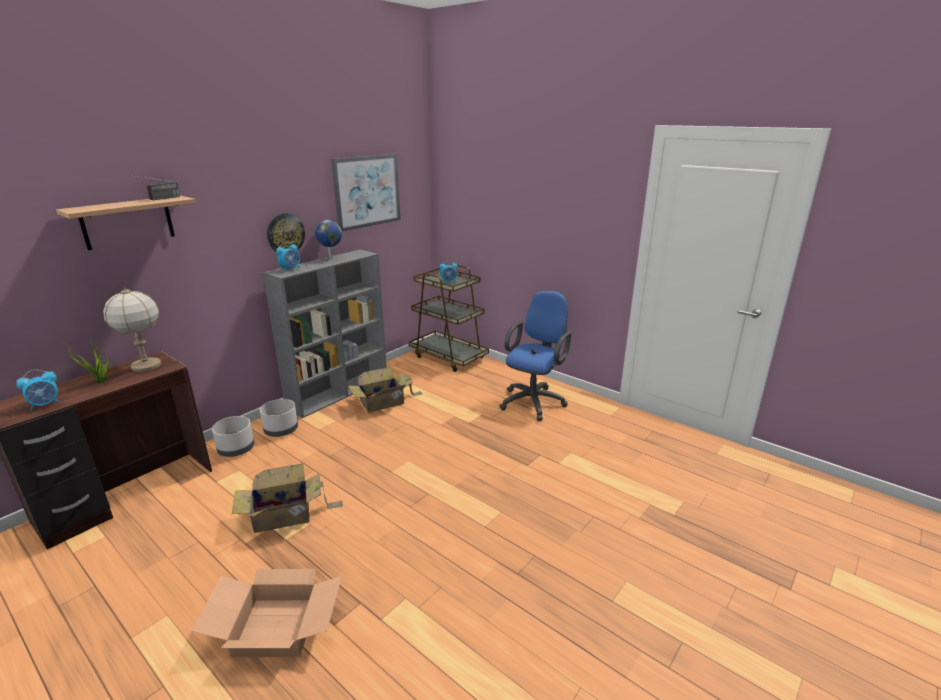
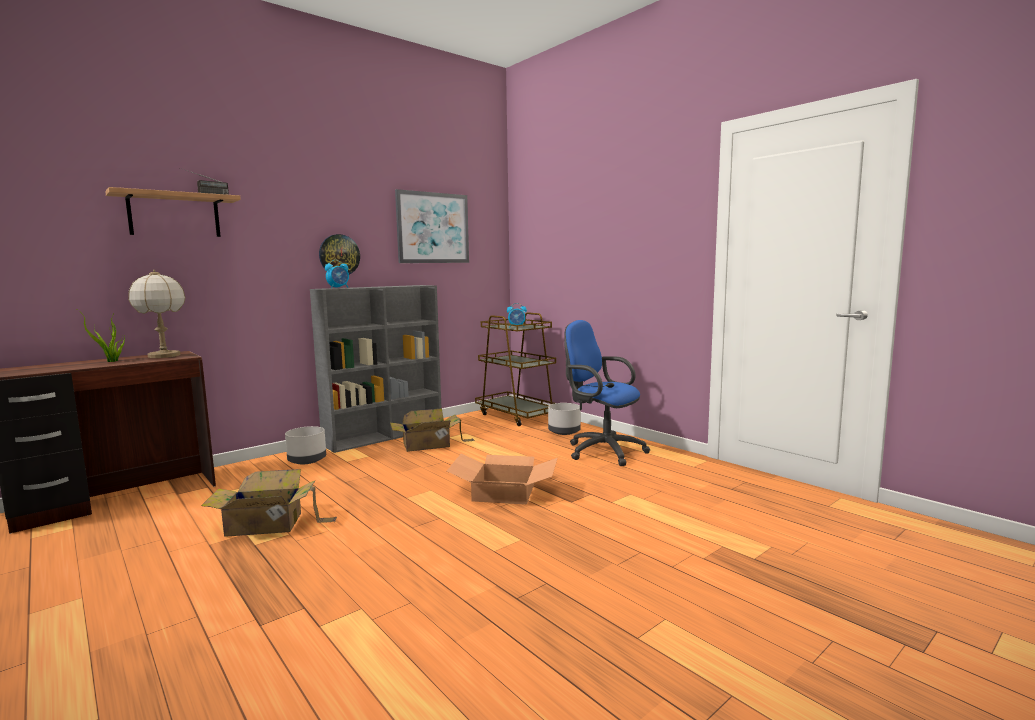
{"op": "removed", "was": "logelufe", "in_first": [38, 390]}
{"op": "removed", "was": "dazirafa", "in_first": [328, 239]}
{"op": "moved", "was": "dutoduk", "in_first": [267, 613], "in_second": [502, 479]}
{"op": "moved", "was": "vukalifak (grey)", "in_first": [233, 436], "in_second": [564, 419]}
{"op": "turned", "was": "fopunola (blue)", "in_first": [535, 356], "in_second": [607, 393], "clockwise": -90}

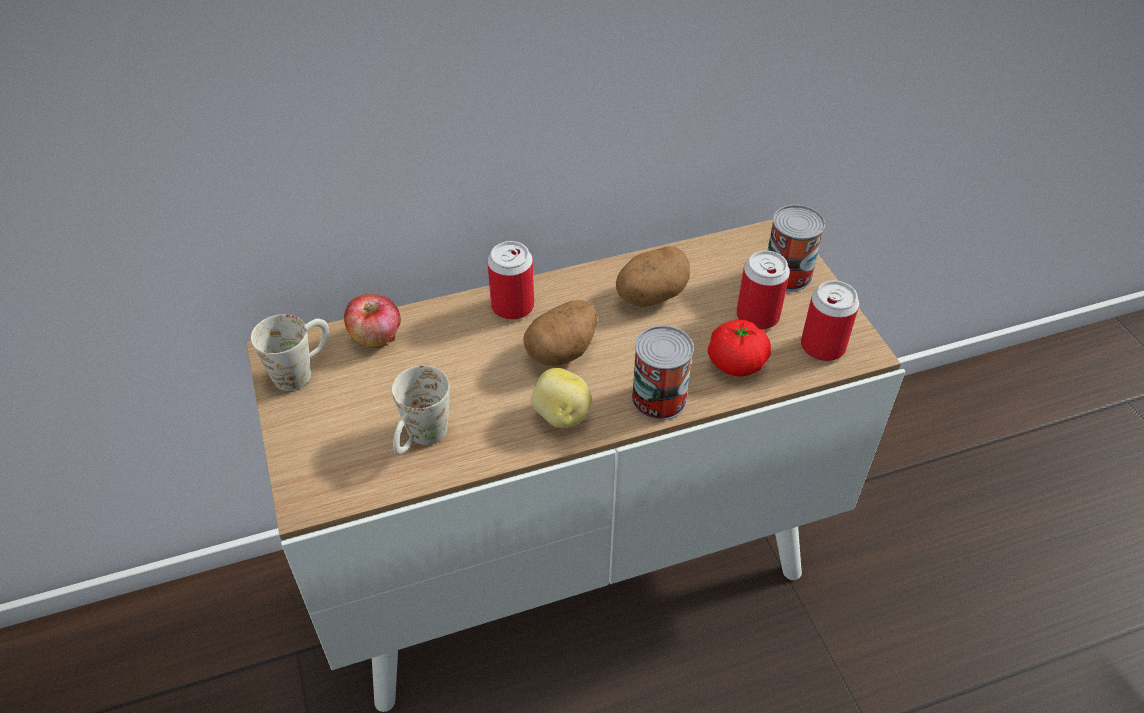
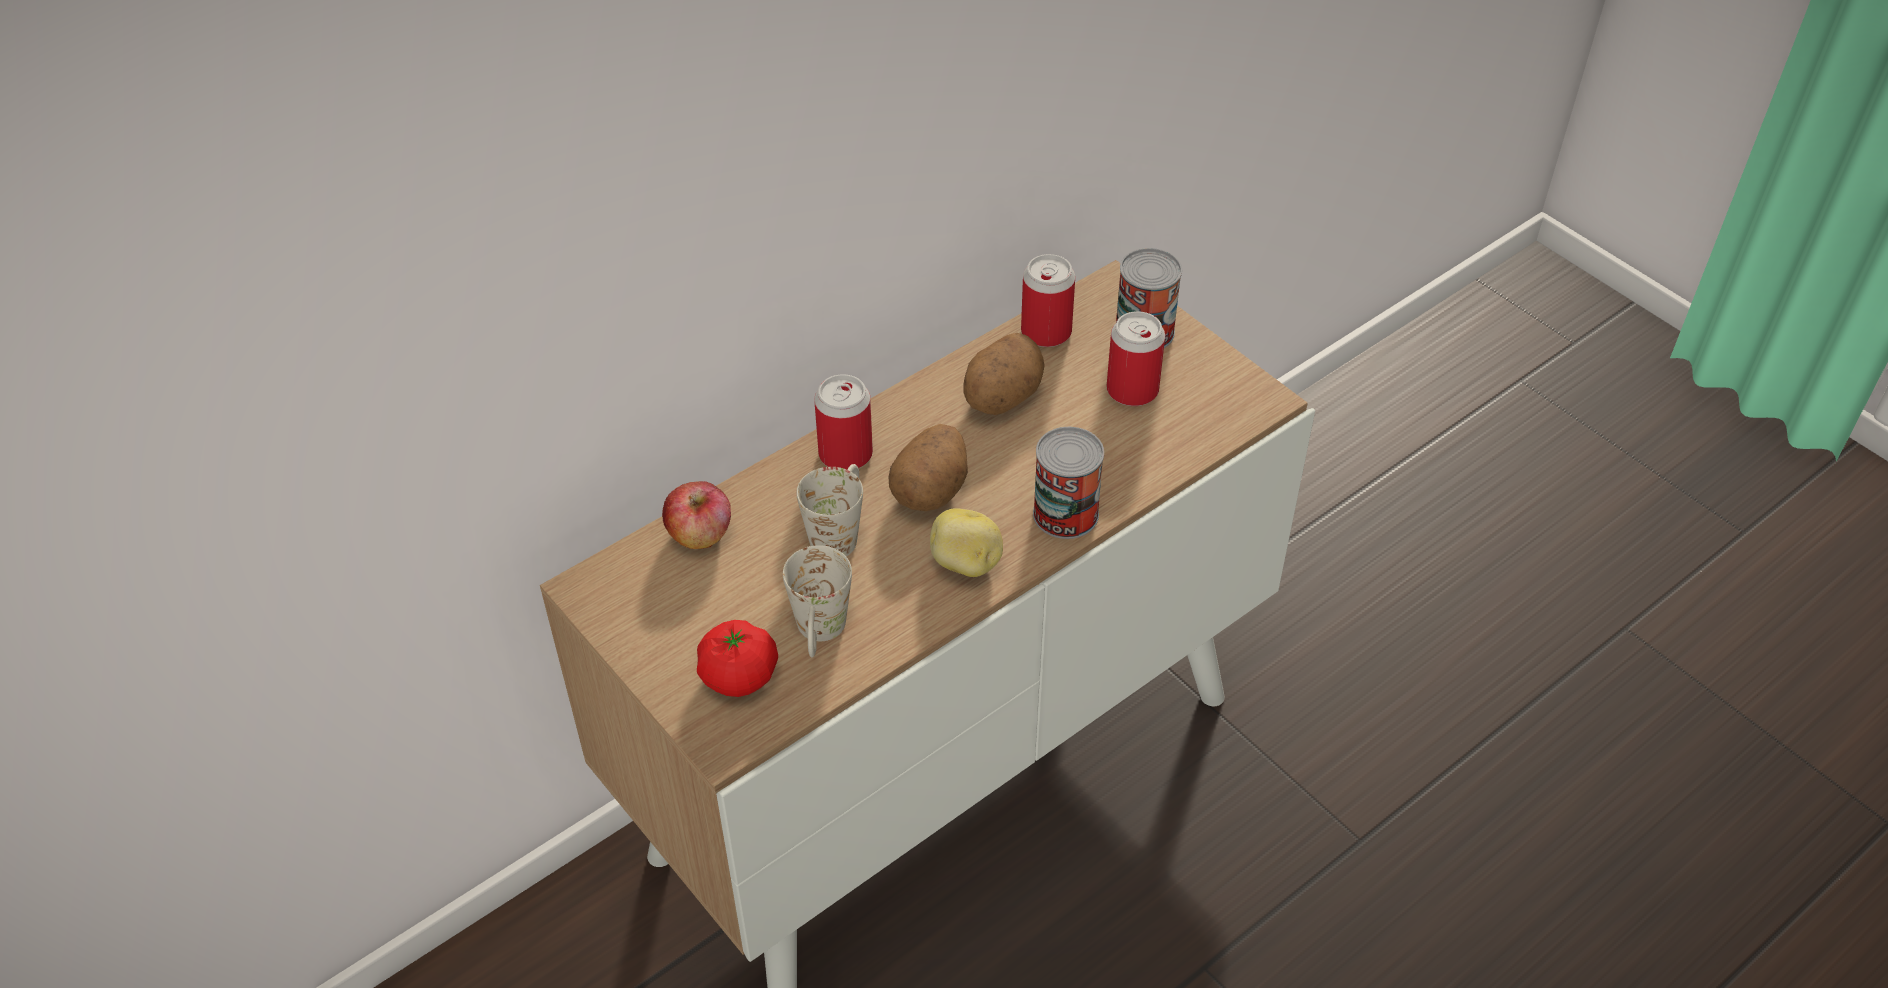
{"op": "moved", "was": "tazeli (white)", "in_first": [290, 352], "in_second": [829, 510]}
{"op": "moved", "was": "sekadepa", "in_first": [739, 348], "in_second": [737, 658]}
{"op": "moved", "was": "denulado", "in_first": [830, 320], "in_second": [1048, 300]}

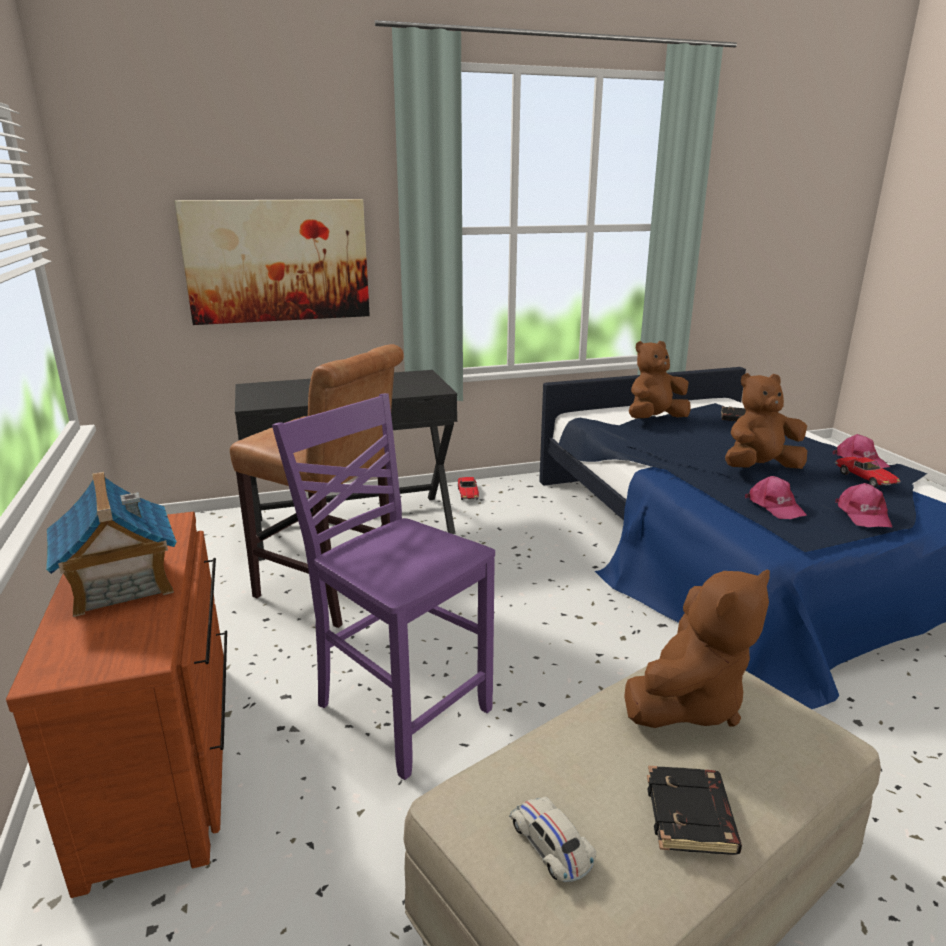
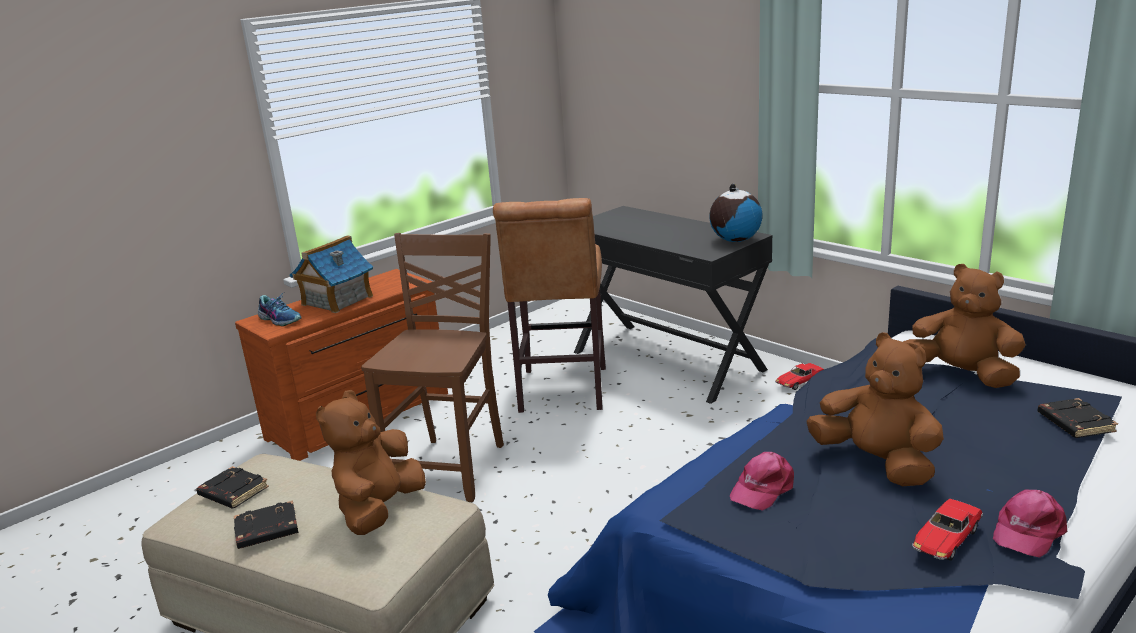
{"op": "removed", "was": "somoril", "in_first": [272, 262]}
{"op": "removed", "was": "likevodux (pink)", "in_first": [863, 505]}
{"op": "added", "now": "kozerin", "in_second": [279, 309]}
{"op": "added", "now": "dazirafa", "in_second": [736, 213]}
{"op": "replaced", "was": "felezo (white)", "now": "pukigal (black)", "in_first": [552, 839], "in_second": [232, 487]}
{"op": "recoloured", "was": "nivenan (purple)", "now": "nivenan (brown)", "in_first": [383, 586], "in_second": [432, 367]}
{"op": "turned", "was": "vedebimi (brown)", "in_first": [697, 648], "in_second": [371, 462], "clockwise": 90}

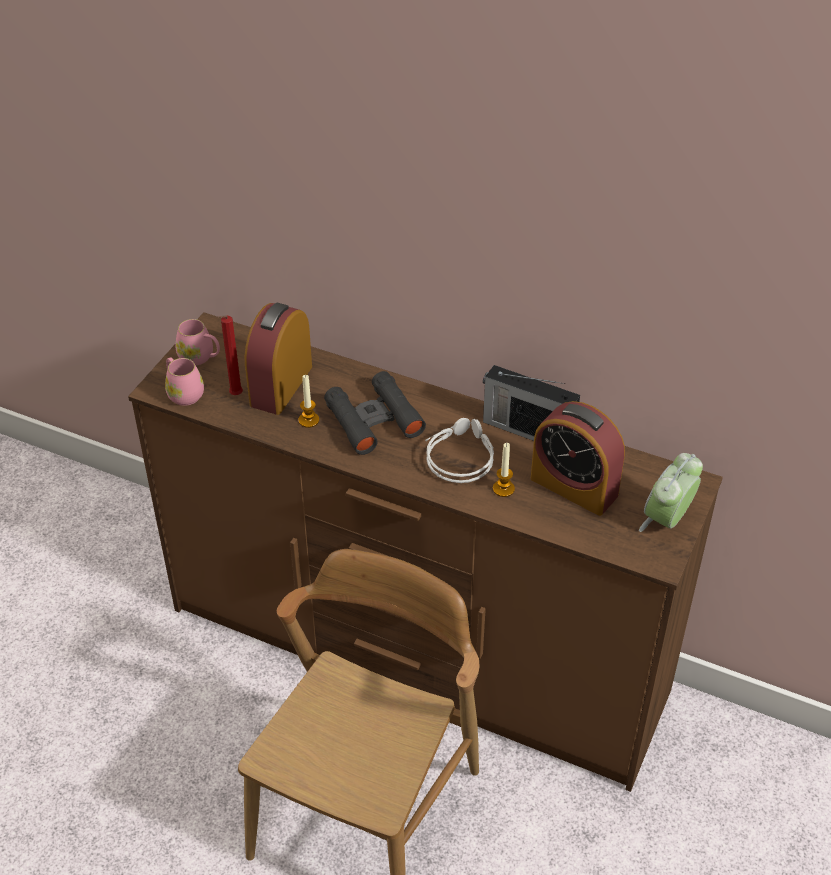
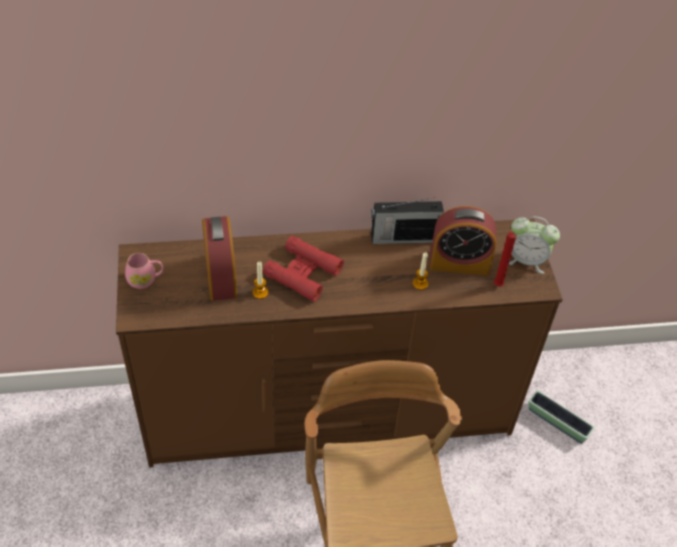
{"op": "removed", "was": "tazeli (pink)", "in_first": [184, 381]}
{"op": "removed", "was": "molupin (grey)", "in_first": [459, 450]}
{"op": "added", "now": "vukalifak", "in_second": [561, 417]}
{"op": "moved", "was": "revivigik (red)", "in_first": [231, 355], "in_second": [505, 259]}
{"op": "recoloured", "was": "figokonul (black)", "now": "figokonul (red)", "in_first": [375, 413], "in_second": [303, 269]}
{"op": "turned", "was": "logelufe", "in_first": [671, 492], "in_second": [534, 245], "clockwise": -75}

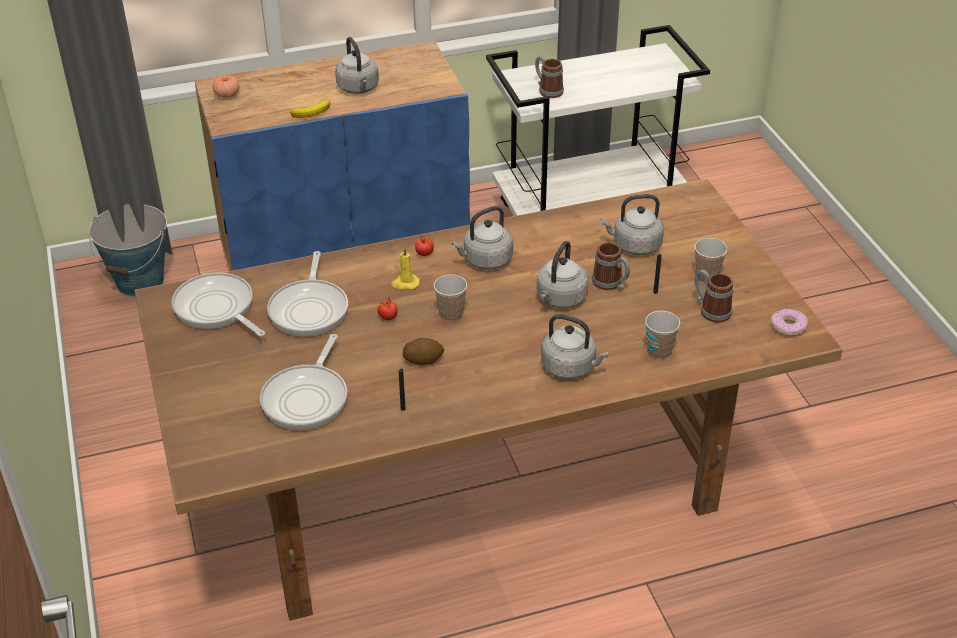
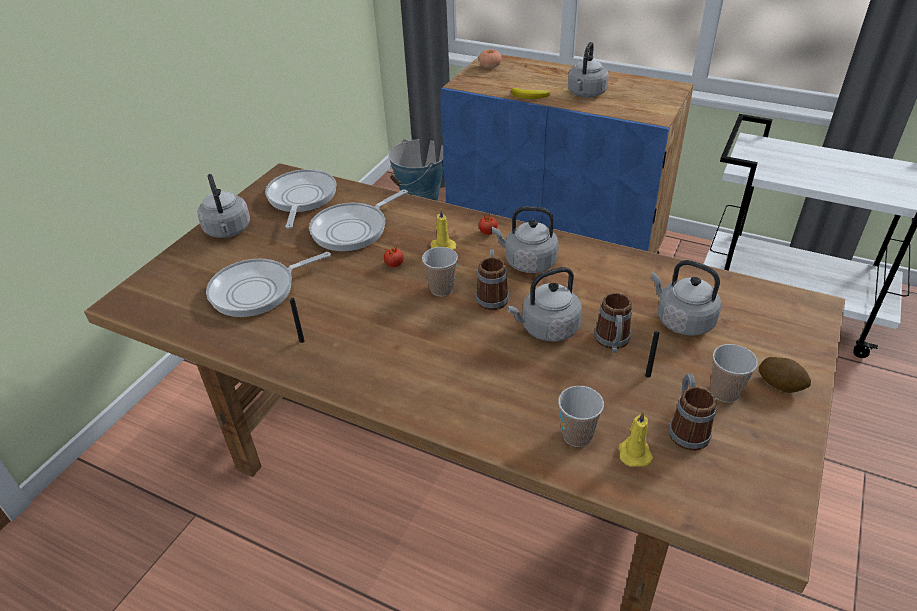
{"op": "removed", "was": "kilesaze", "in_first": [789, 322]}
{"op": "added", "now": "revivigik (yellow)", "in_second": [636, 439]}
{"op": "moved", "was": "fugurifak", "in_first": [423, 351], "in_second": [785, 375]}
{"op": "moved", "was": "tazeli", "in_first": [549, 77], "in_second": [492, 279]}
{"op": "moved", "was": "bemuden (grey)", "in_first": [575, 346], "in_second": [224, 206]}

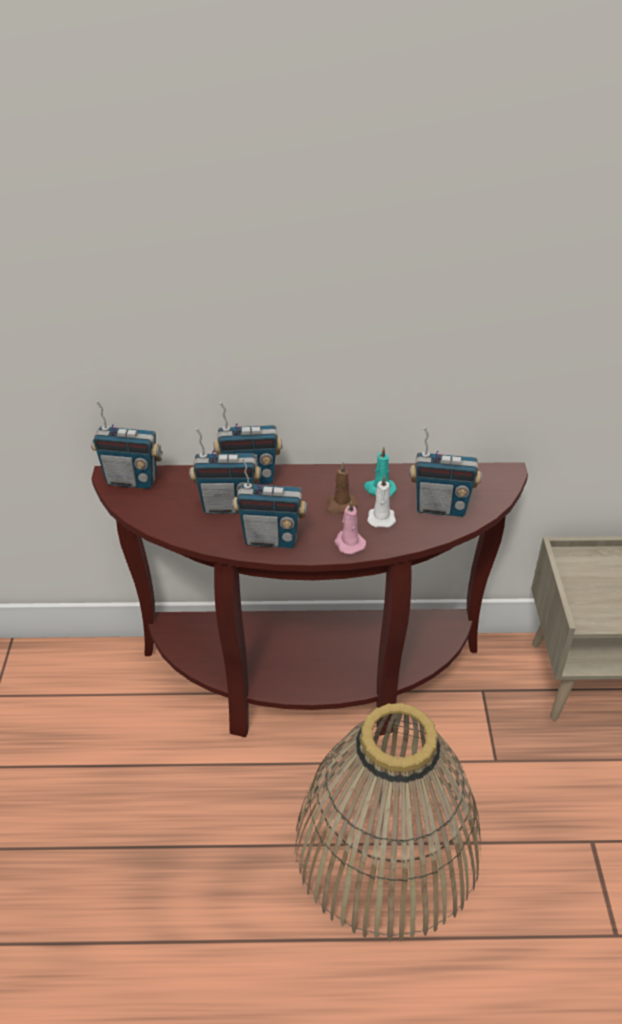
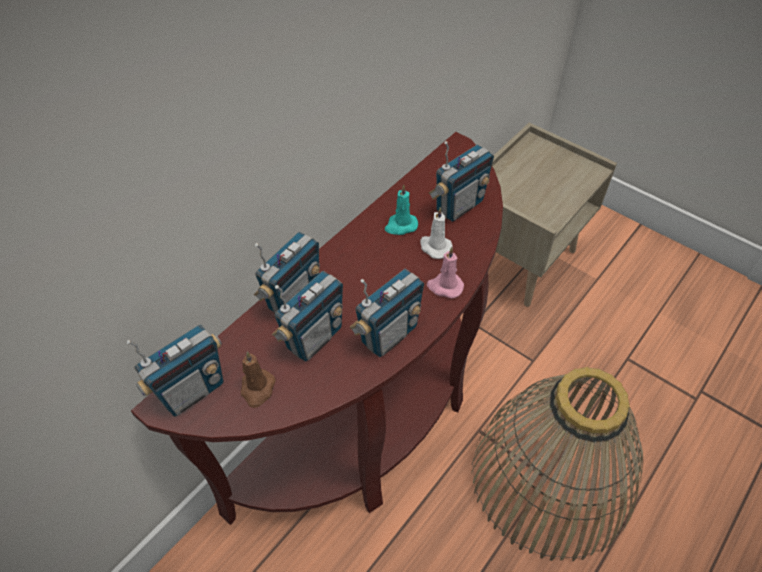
{"op": "moved", "was": "revivigik (brown)", "in_first": [341, 488], "in_second": [258, 380]}

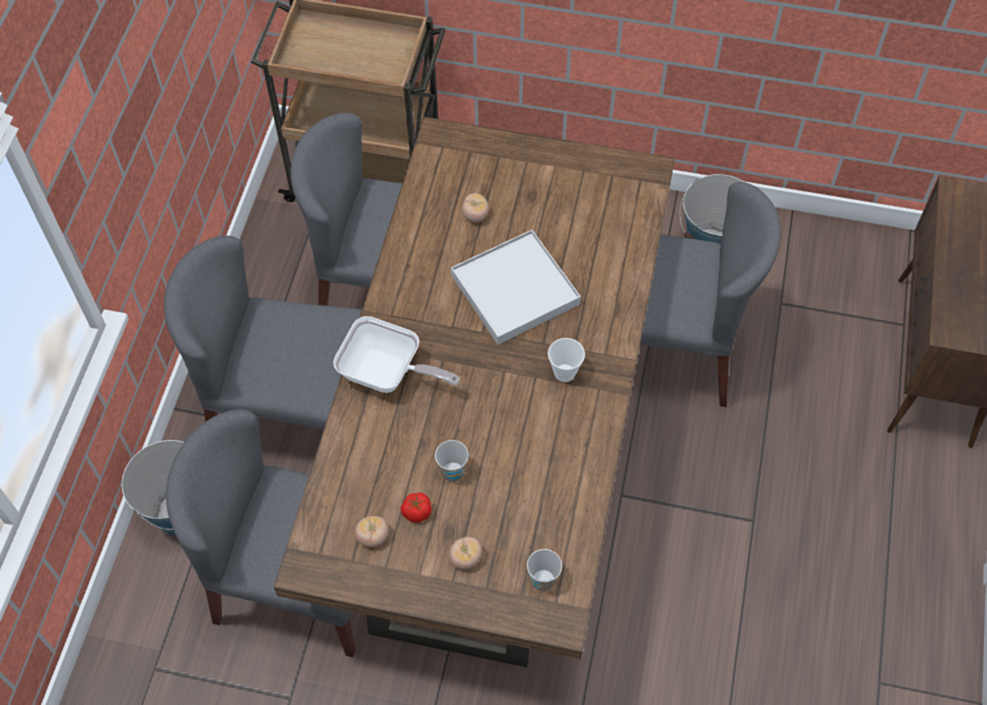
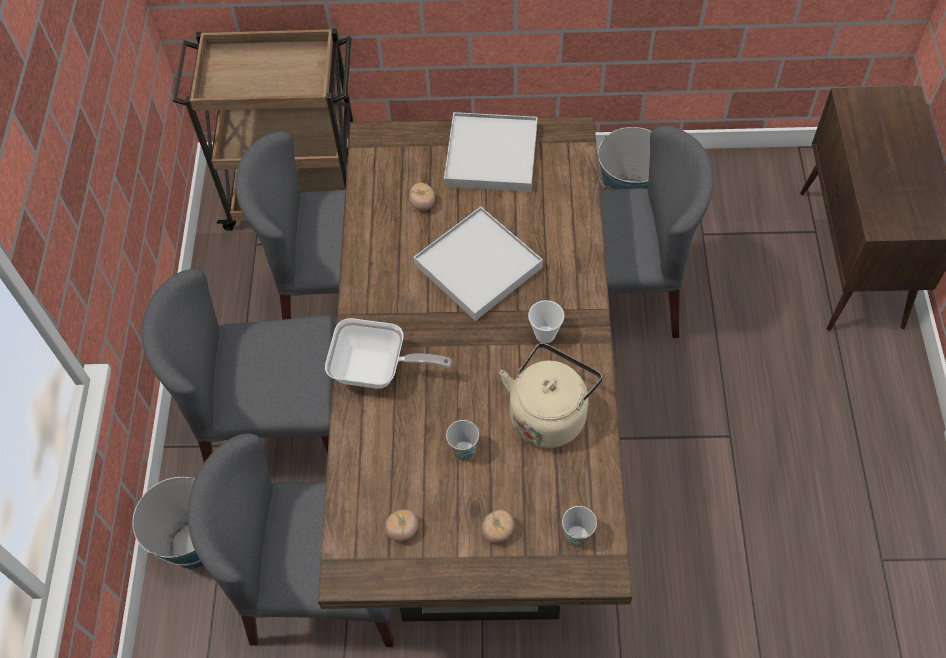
{"op": "removed", "was": "sekadepa", "in_first": [416, 507]}
{"op": "added", "now": "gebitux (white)", "in_second": [490, 152]}
{"op": "added", "now": "bemuden (beige)", "in_second": [551, 395]}

